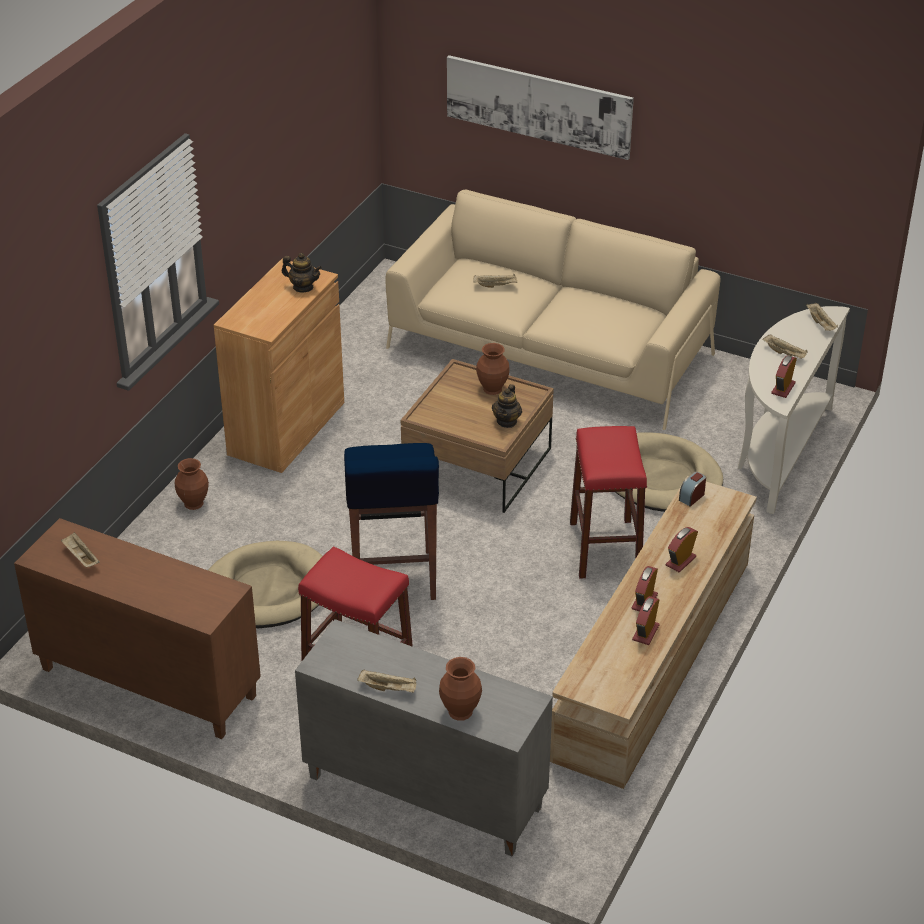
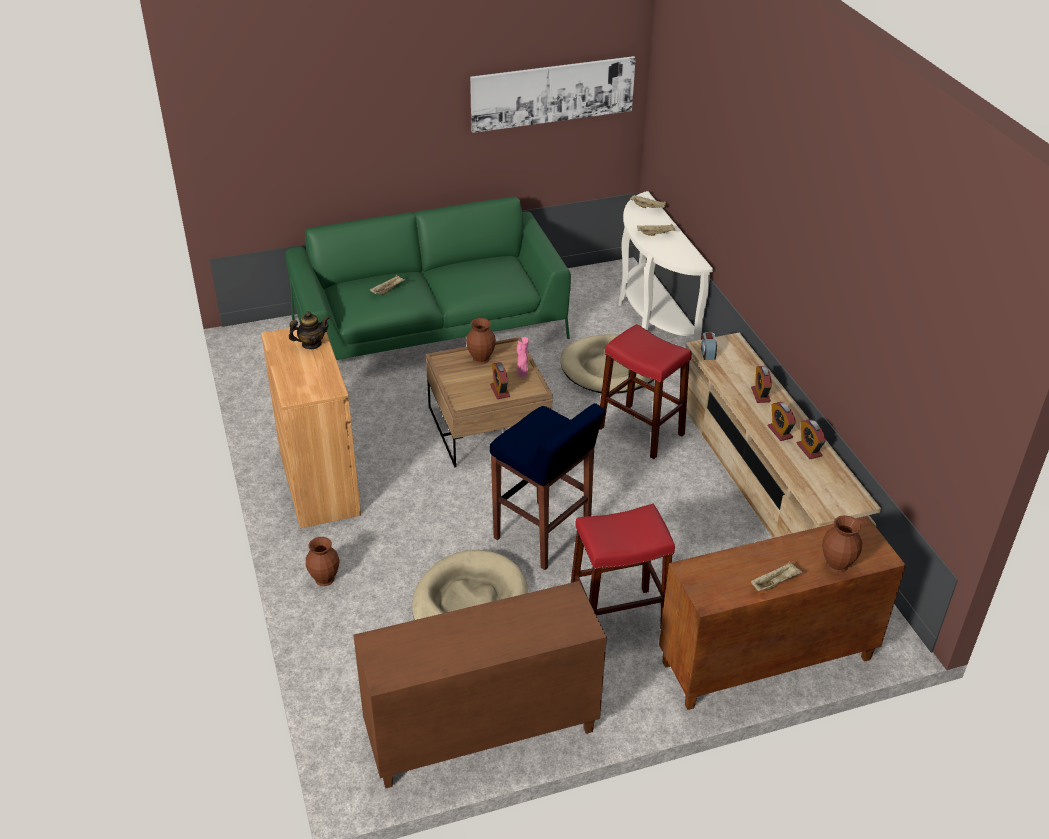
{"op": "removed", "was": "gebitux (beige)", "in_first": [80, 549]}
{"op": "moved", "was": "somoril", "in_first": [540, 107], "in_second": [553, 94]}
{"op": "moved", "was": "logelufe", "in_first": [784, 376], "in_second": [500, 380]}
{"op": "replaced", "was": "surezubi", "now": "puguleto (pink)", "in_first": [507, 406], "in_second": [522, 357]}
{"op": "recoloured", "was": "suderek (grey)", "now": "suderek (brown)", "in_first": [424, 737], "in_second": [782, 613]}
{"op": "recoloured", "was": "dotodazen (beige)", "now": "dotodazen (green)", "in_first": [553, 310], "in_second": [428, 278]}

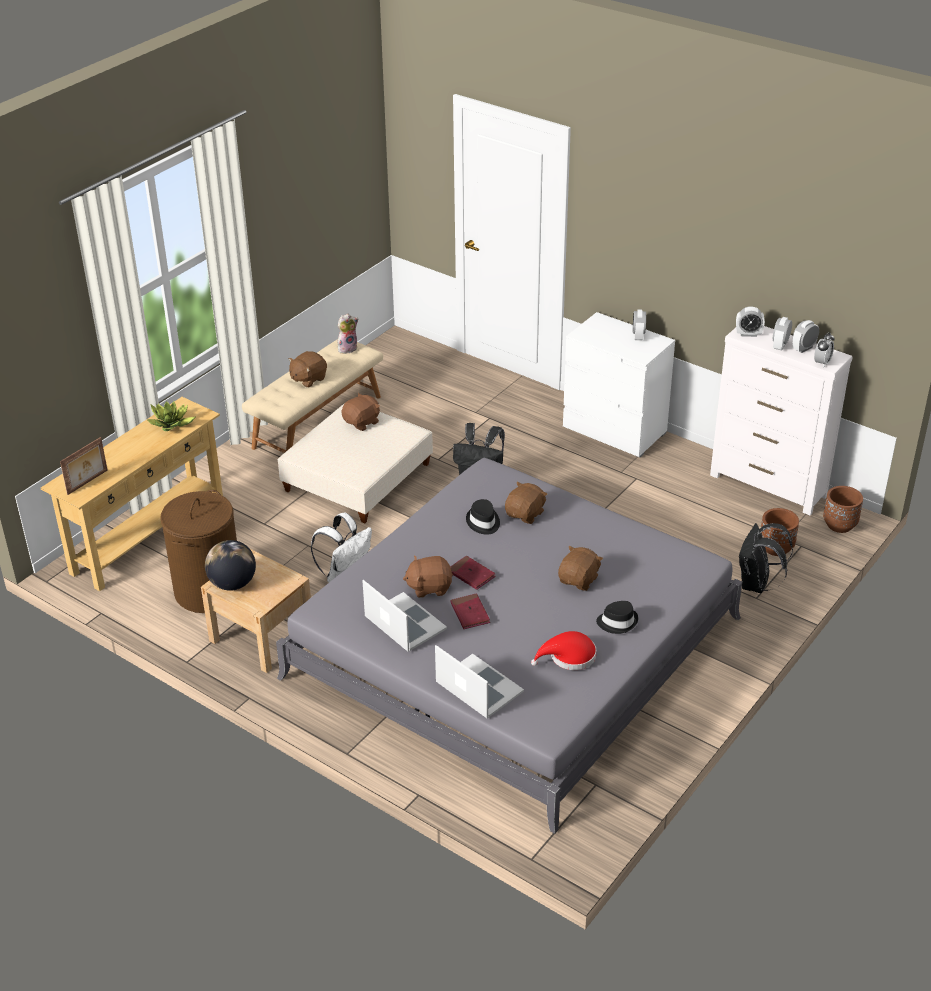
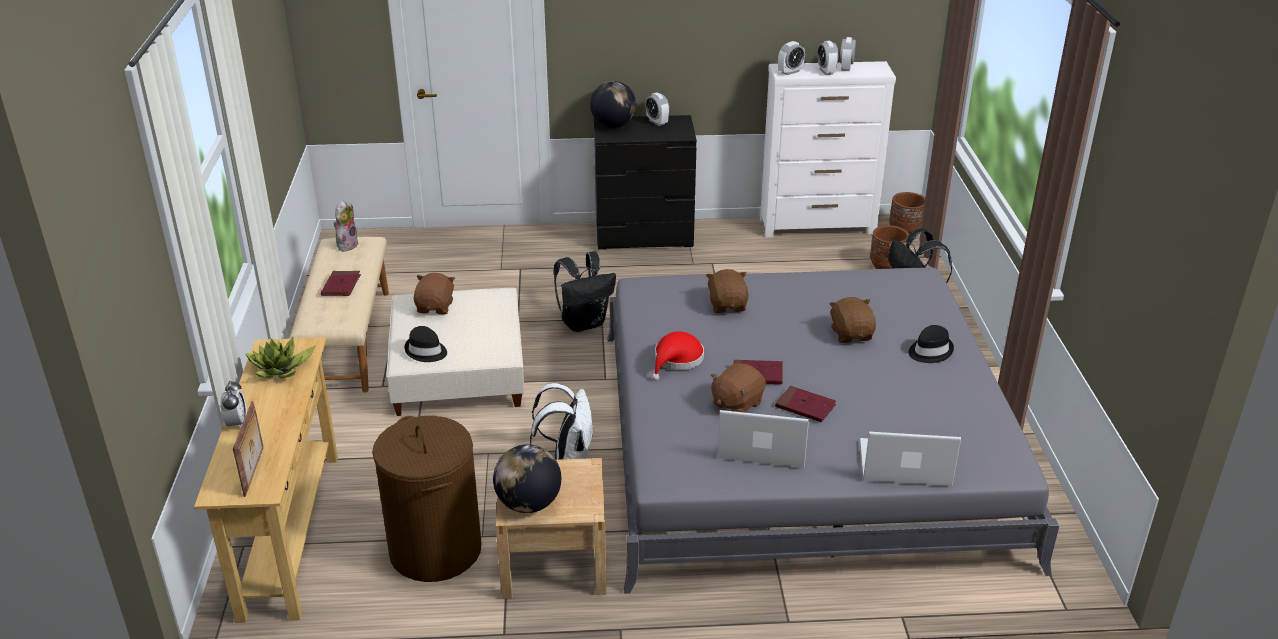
{"op": "added", "now": "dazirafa", "in_second": [613, 104]}
{"op": "moved", "was": "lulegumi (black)", "in_first": [483, 517], "in_second": [426, 344]}
{"op": "moved", "was": "lulegumi (red)", "in_first": [563, 650], "in_second": [678, 356]}
{"op": "moved", "was": "logelufe", "in_first": [824, 350], "in_second": [234, 404]}
{"op": "replaced", "was": "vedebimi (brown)", "now": "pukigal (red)", "in_first": [308, 369], "in_second": [341, 283]}
{"op": "recoloured", "was": "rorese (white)", "now": "rorese (black)", "in_first": [619, 384], "in_second": [645, 182]}

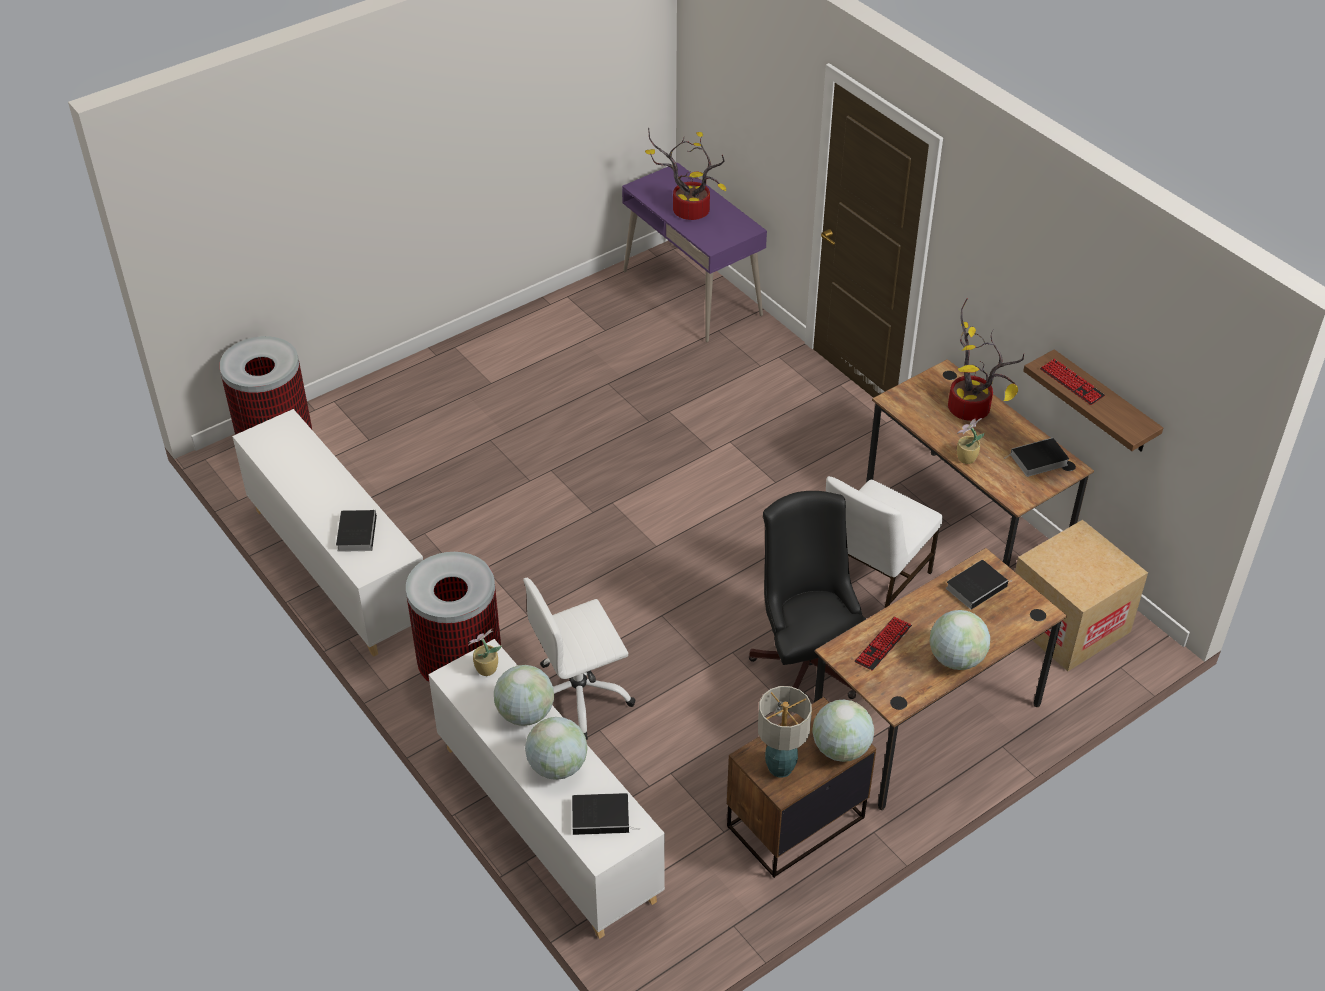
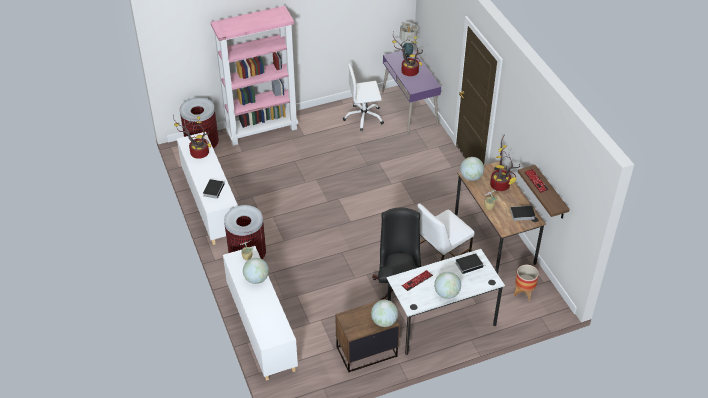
{"op": "removed", "was": "pukigal", "in_first": [606, 814]}
{"op": "added", "now": "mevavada", "in_second": [192, 137]}
{"op": "added", "now": "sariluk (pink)", "in_second": [254, 76]}
{"op": "moved", "was": "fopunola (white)", "in_first": [579, 659], "in_second": [363, 97]}
{"op": "moved", "was": "dazirafa", "in_first": [556, 748], "in_second": [472, 169]}
{"op": "moved", "was": "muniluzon", "in_first": [785, 732], "in_second": [409, 40]}
{"op": "replaced", "was": "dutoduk", "now": "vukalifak", "in_first": [1081, 596], "in_second": [526, 283]}
{"op": "recoloured", "was": "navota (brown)", "now": "navota (white)", "in_first": [940, 679], "in_second": [445, 302]}

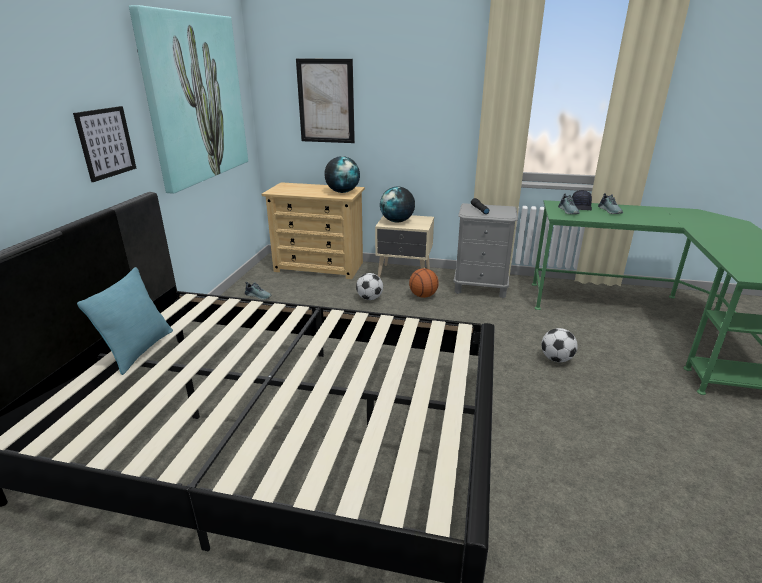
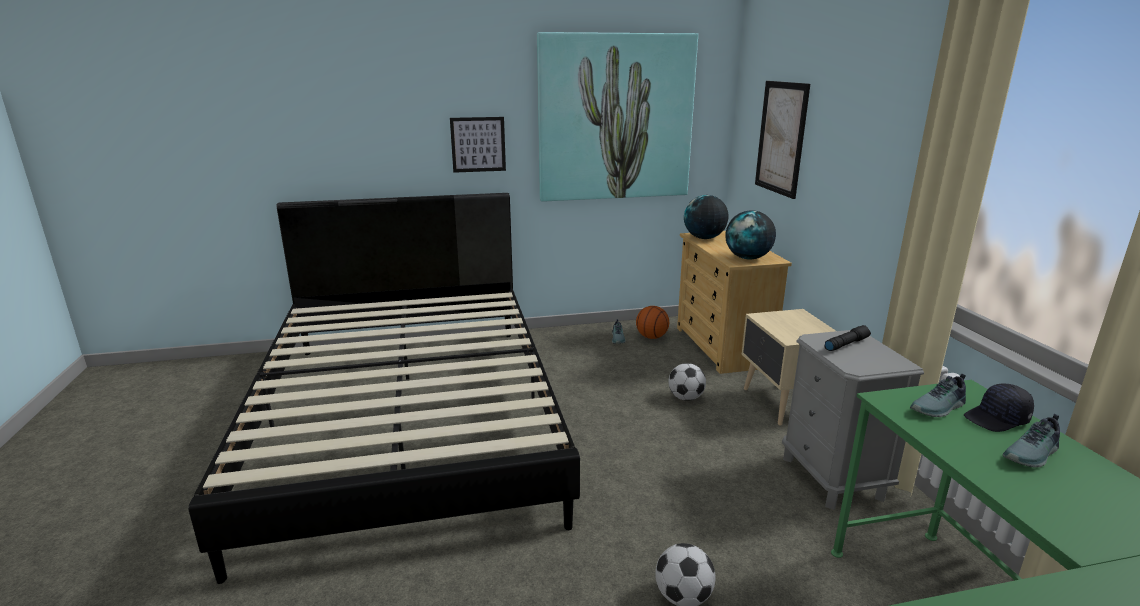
{"op": "removed", "was": "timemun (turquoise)", "in_first": [125, 321]}
{"op": "moved", "was": "dazirafa", "in_first": [397, 204], "in_second": [706, 217]}
{"op": "moved", "was": "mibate", "in_first": [424, 283], "in_second": [652, 322]}

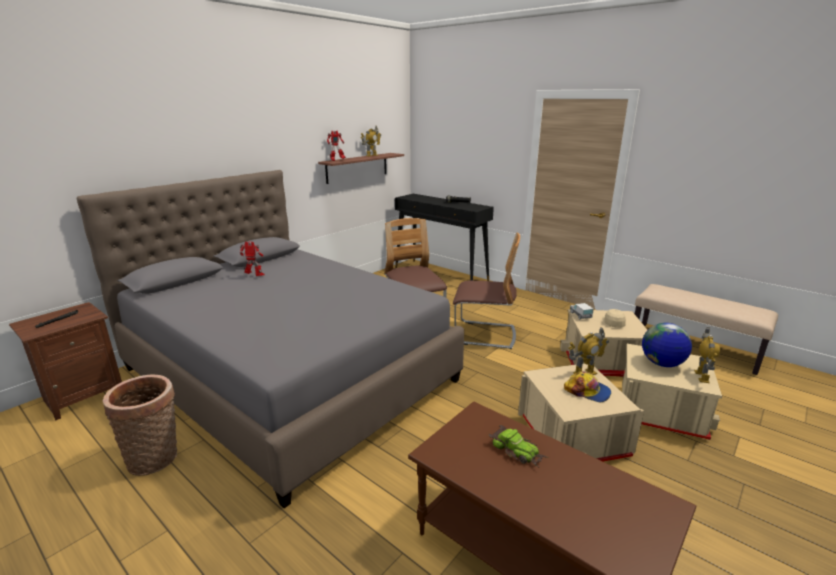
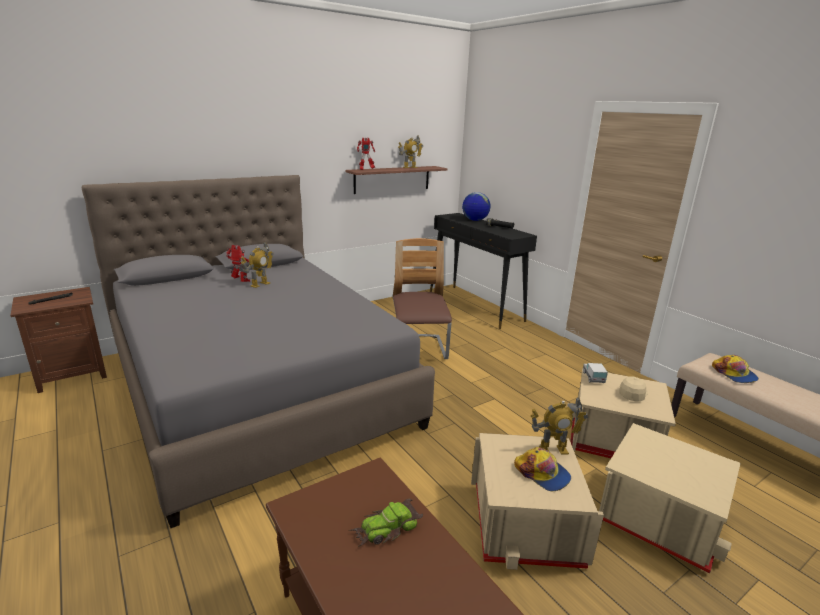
{"op": "removed", "was": "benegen", "in_first": [140, 425]}
{"op": "removed", "was": "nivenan", "in_first": [486, 291]}
{"op": "added", "now": "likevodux", "in_second": [735, 369]}
{"op": "moved", "was": "dazirafa", "in_first": [667, 345], "in_second": [476, 206]}
{"op": "moved", "was": "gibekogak", "in_first": [707, 355], "in_second": [257, 265]}
{"op": "turned", "was": "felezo", "in_first": [518, 446], "in_second": [386, 523], "clockwise": 90}

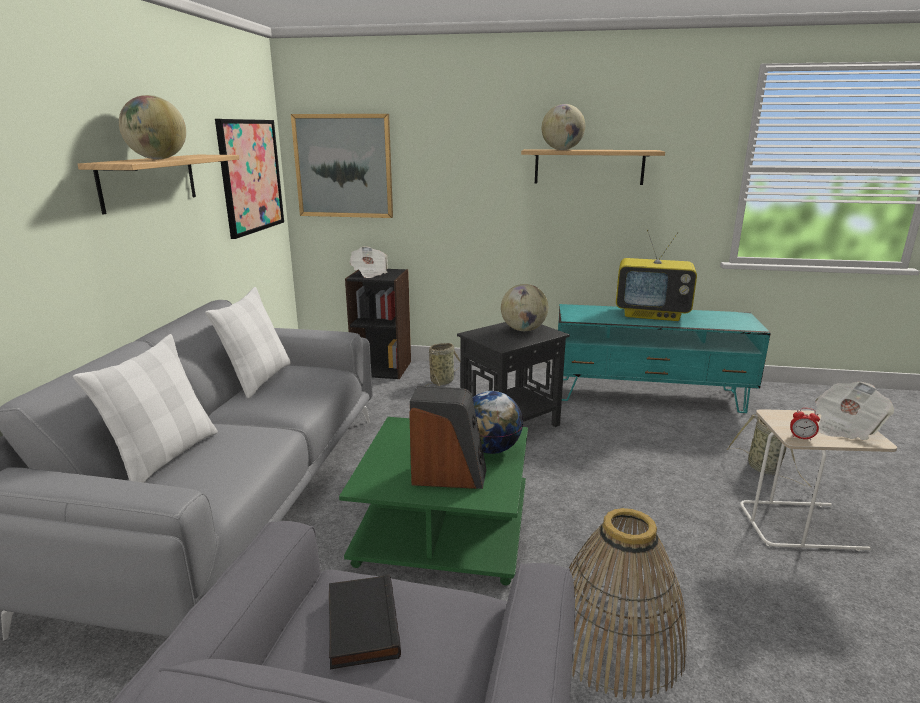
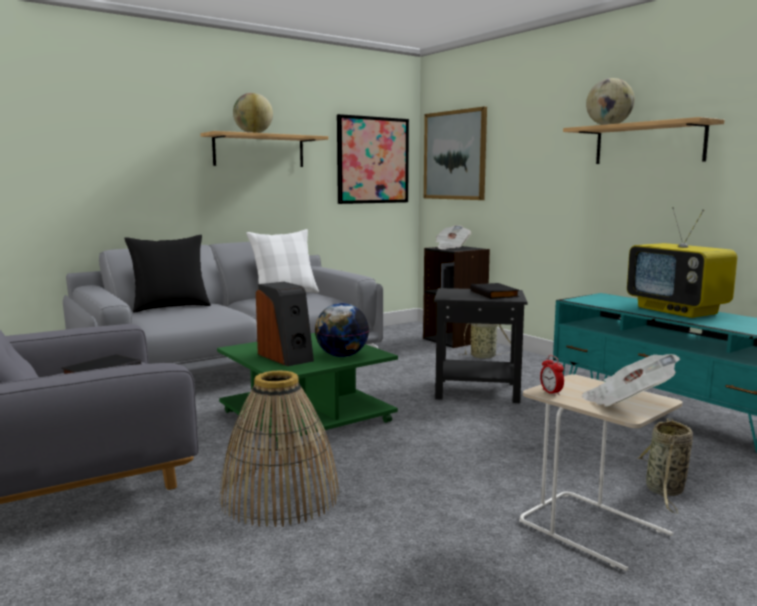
{"op": "replaced", "was": "dazirafa", "now": "pukigal (black)", "in_first": [524, 307], "in_second": [495, 291]}
{"op": "recoloured", "was": "timemun (white)", "now": "timemun (black)", "in_first": [145, 408], "in_second": [167, 274]}

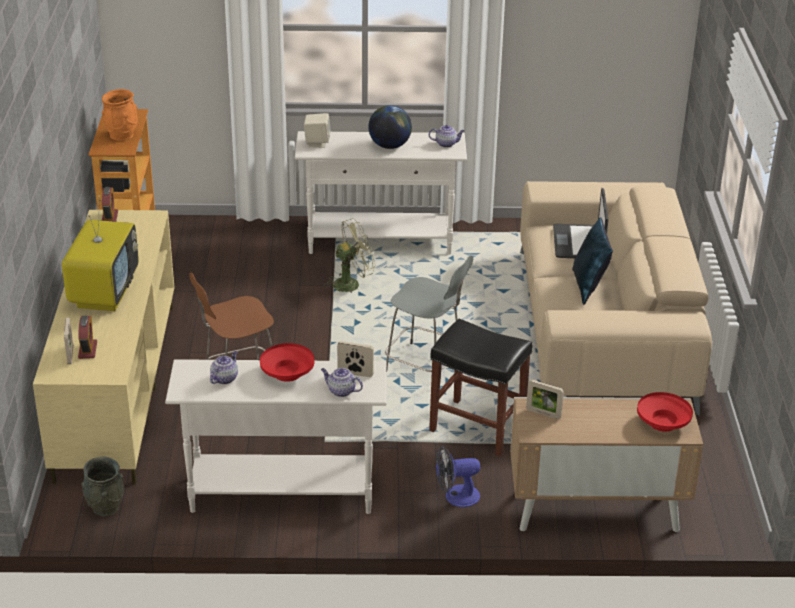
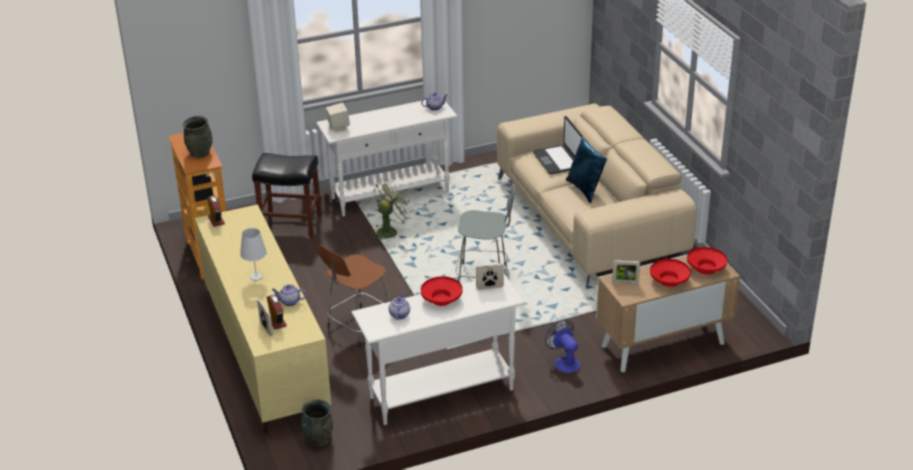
{"op": "removed", "was": "dazirafa", "in_first": [390, 127]}
{"op": "added", "now": "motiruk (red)", "in_second": [670, 273]}
{"op": "moved", "was": "surezubi", "in_first": [342, 382], "in_second": [289, 295]}
{"op": "moved", "was": "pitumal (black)", "in_first": [481, 387], "in_second": [287, 195]}
{"op": "replaced", "was": "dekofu", "now": "muniluzon (white)", "in_first": [100, 255], "in_second": [253, 254]}
{"op": "recoloured", "was": "puguleto (orange)", "now": "puguleto (grey)", "in_first": [120, 115], "in_second": [198, 137]}
{"op": "turned", "was": "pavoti", "in_first": [458, 476], "in_second": [562, 346], "clockwise": 90}

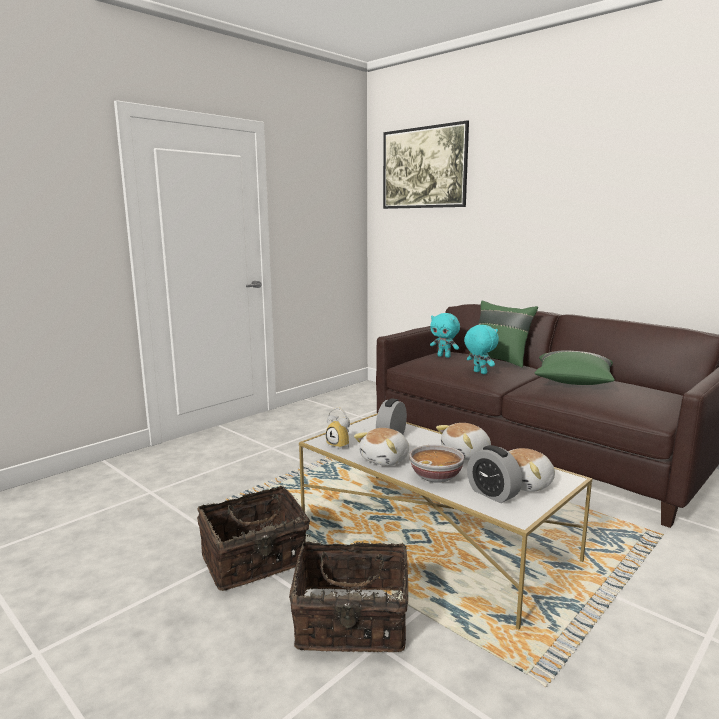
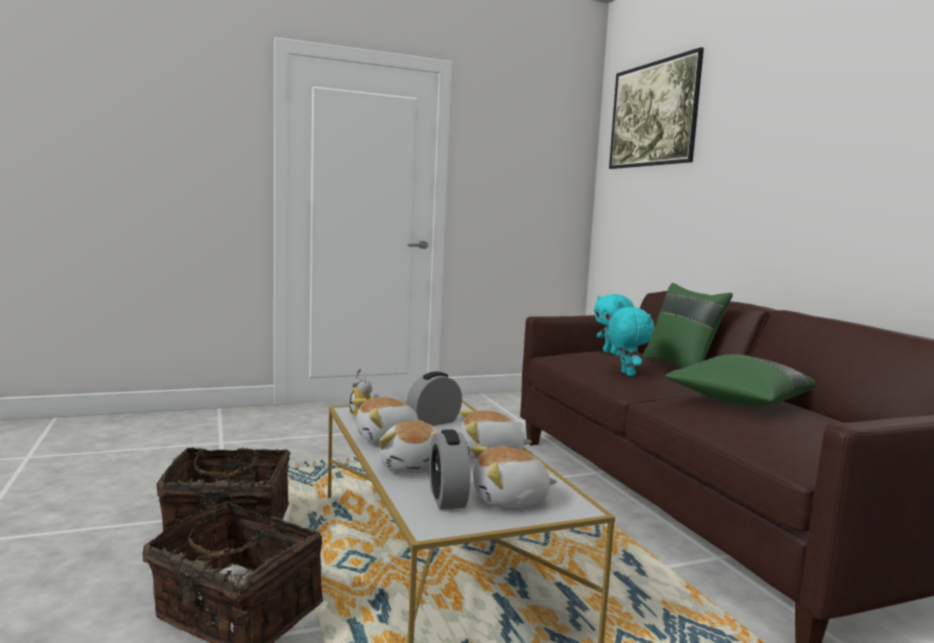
{"op": "replaced", "was": "motiruk", "now": "vedebimi", "in_first": [436, 464], "in_second": [410, 447]}

